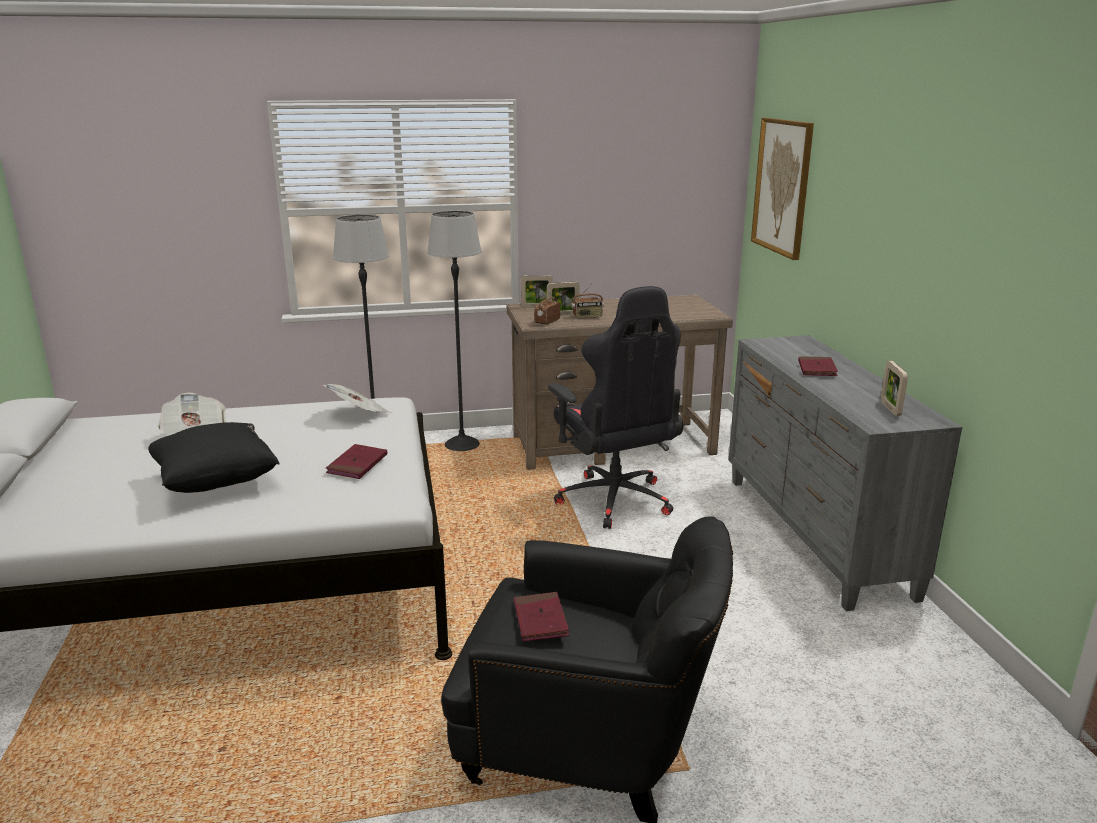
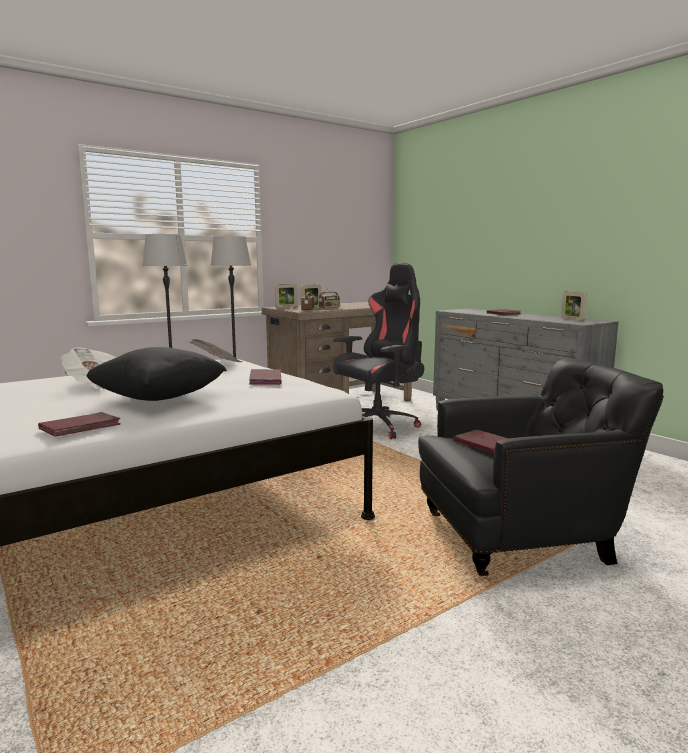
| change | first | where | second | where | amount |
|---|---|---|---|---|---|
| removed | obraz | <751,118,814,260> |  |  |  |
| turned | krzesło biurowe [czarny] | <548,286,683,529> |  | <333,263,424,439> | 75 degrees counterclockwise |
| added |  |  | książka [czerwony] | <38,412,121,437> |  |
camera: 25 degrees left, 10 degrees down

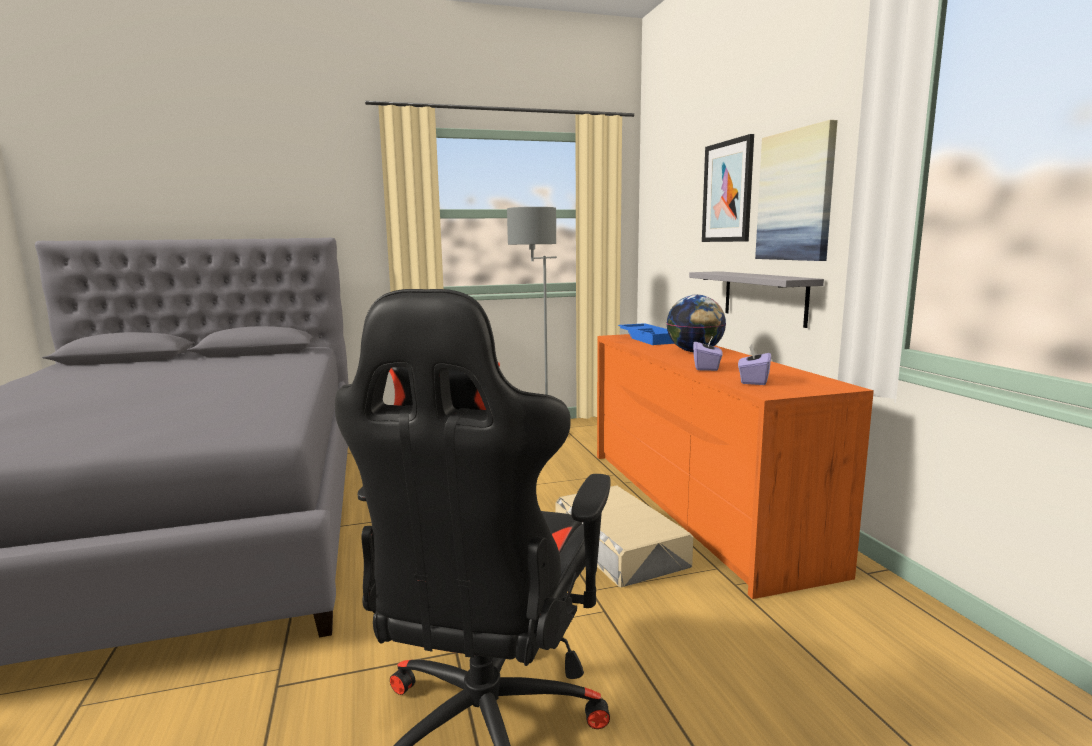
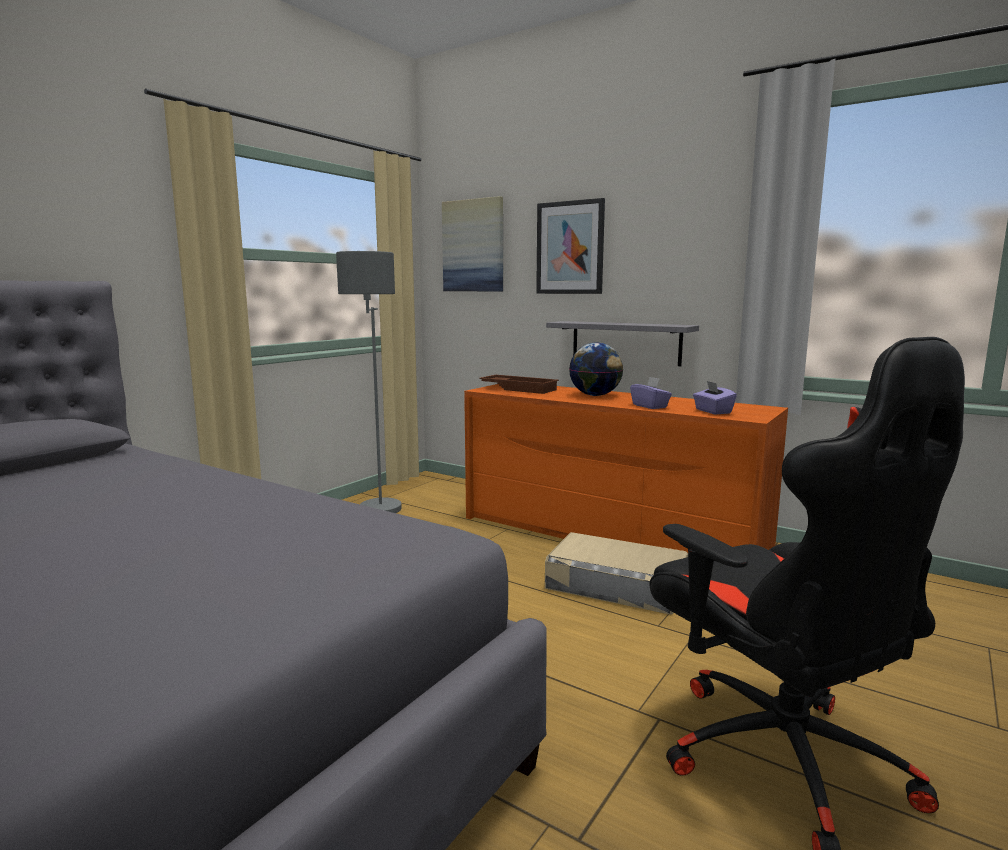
| change | first | where | second | where | amount |
|---|---|---|---|---|---|
| moved | obraz | <755,120,838,261> |  | <442,196,503,291> |  |
| recoloured | taca [niebieski] | <618,323,675,345> | taca [brązowy] | <479,375,559,394> |  |
camera: 40 degrees left, 0 degrees up

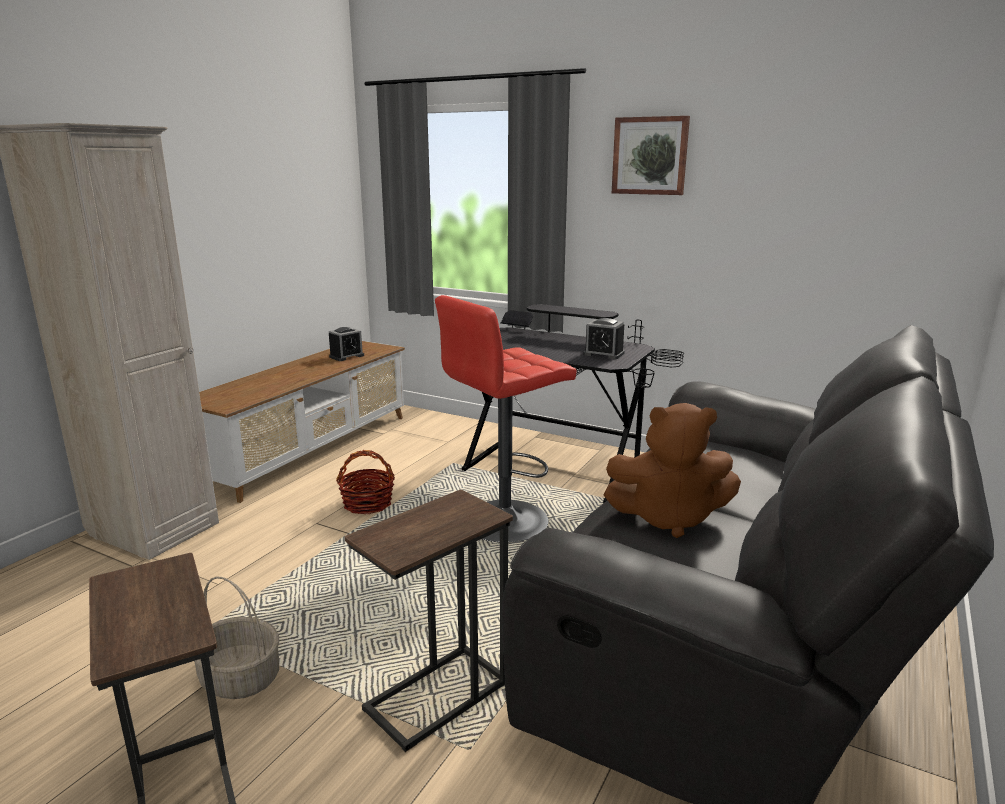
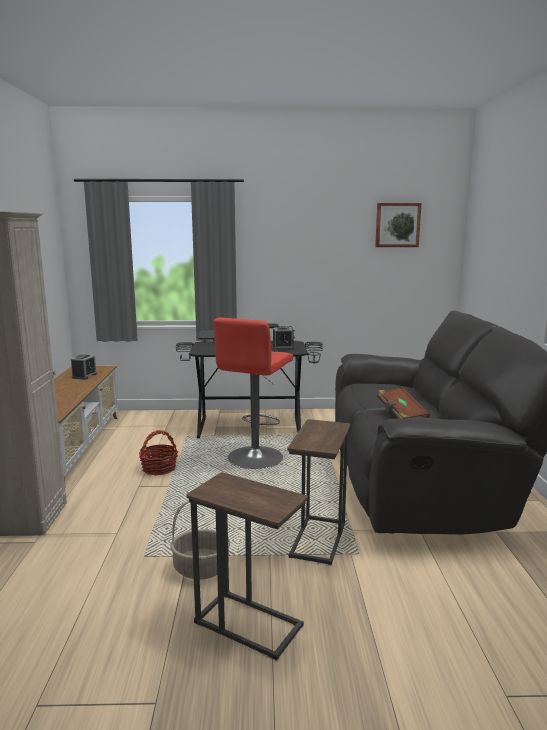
| change | first | where | second | where | amount |
|---|---|---|---|---|---|
| moved | obraz | <612,116,690,195> |  | <375,203,422,247> |  |
| replaced | pluszak [brązowy] | <604,403,741,538> | książka [brązowy] | <377,388,430,419> |  |
camera: 30 degrees left, 5 degrees down

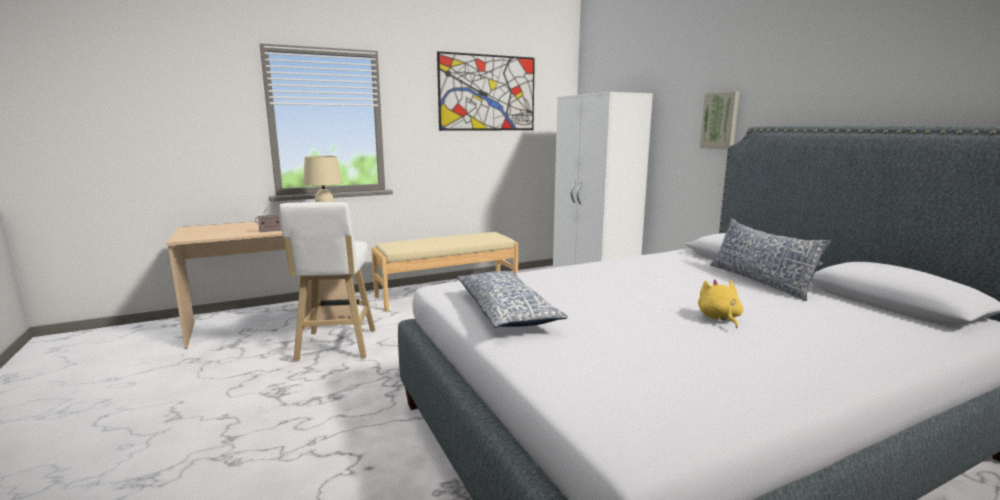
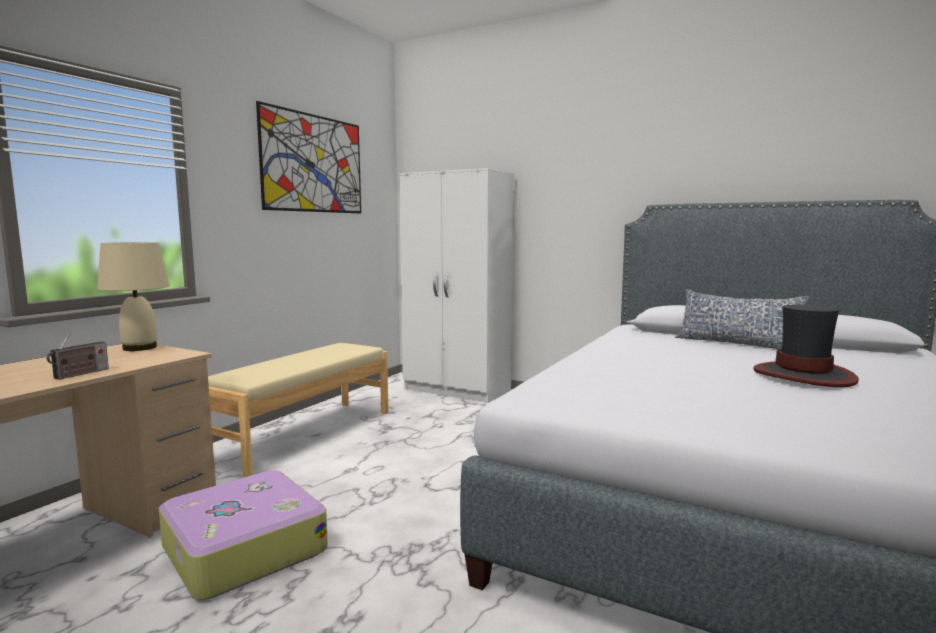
| change | first | where | second | where | amount |
|---|---|---|---|---|---|
| removed | obraz | <700,91,739,150> |  |  |  |
| replaced | stołek [biały] | <280,202,375,362> | walizka | <159,470,328,600> |  |
| removed | poduszka | <457,271,568,328> |  |  |  |
| replaced | pluszak [żółty] | <698,279,743,328> | kapelusz | <753,304,859,387> |  |
camera: 35 degrees left, 5 degrees down

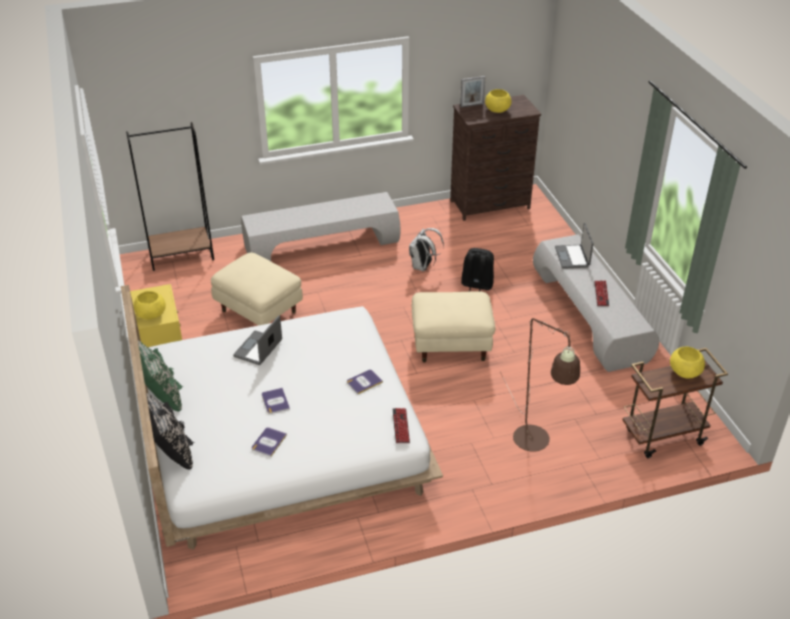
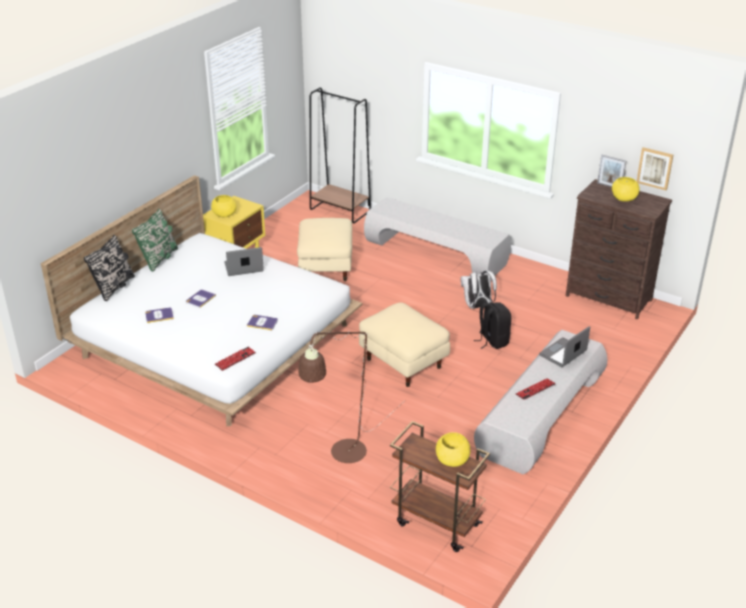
| change | first | where | second | where | amount |
|---|---|---|---|---|---|
| added |  |  | obraz | <637,147,673,190> |  |
camera: 50 degrees right, 5 degrees down

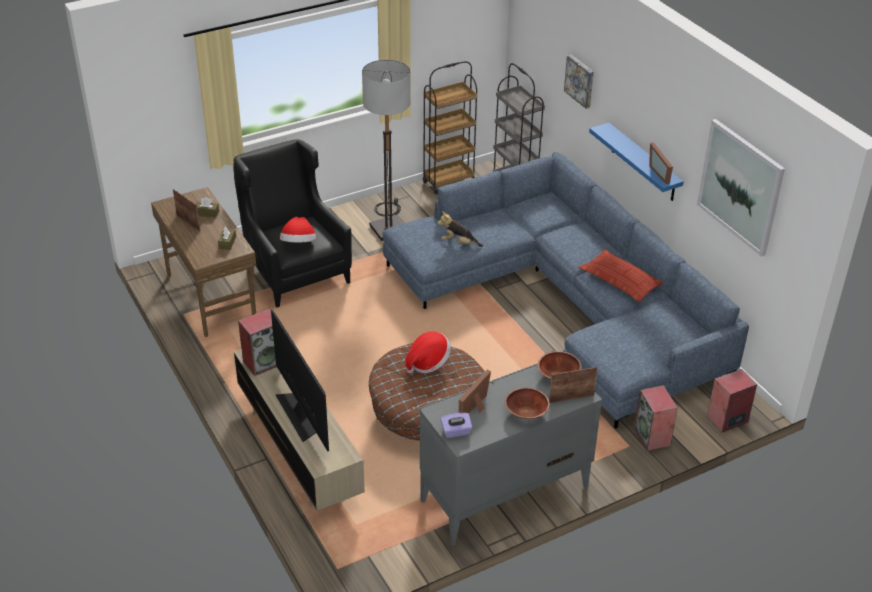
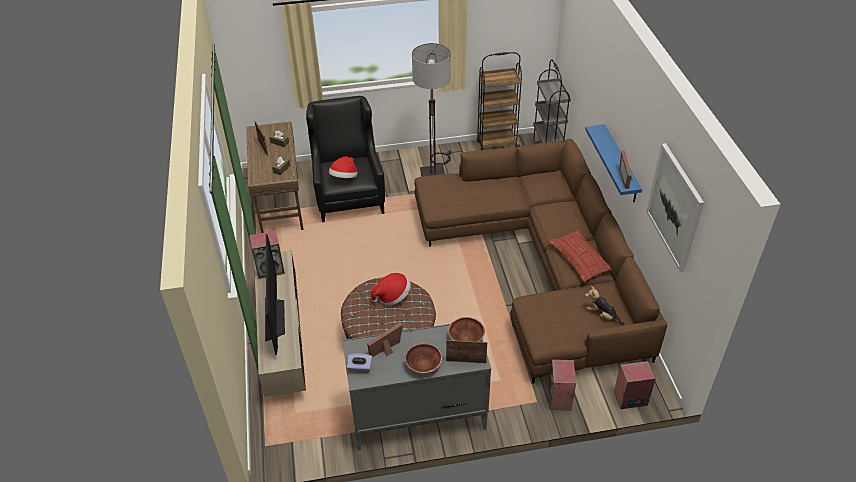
| change | first | where | second | where | amount |
|---|---|---|---|---|---|
| removed | obraz | <564,55,594,109> |  |  |  |
| recoloured | kanapa [niebieski] | <382,152,749,429> | kanapa [brązowy] | <414,138,667,384> |  |
| moved | pluszak | <437,211,483,247> |  | <585,286,624,325> |  |
camera: 20 degrees right, 5 degrees up

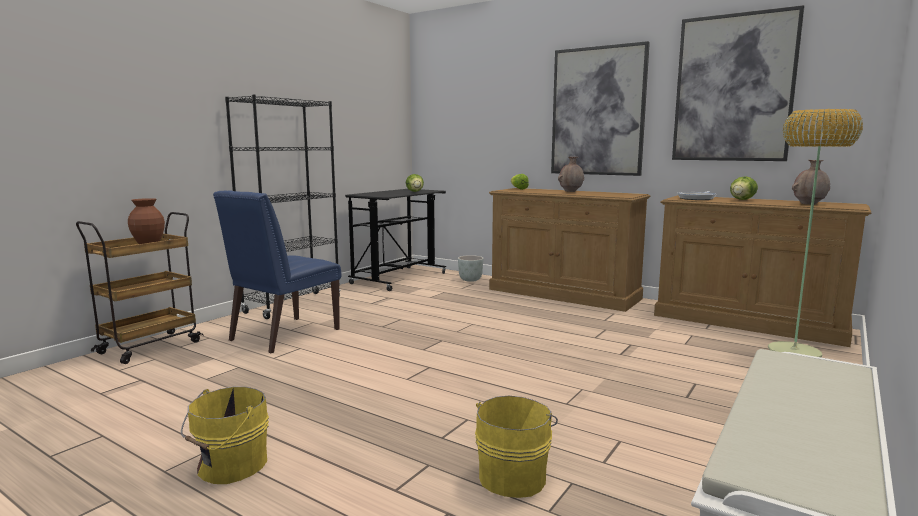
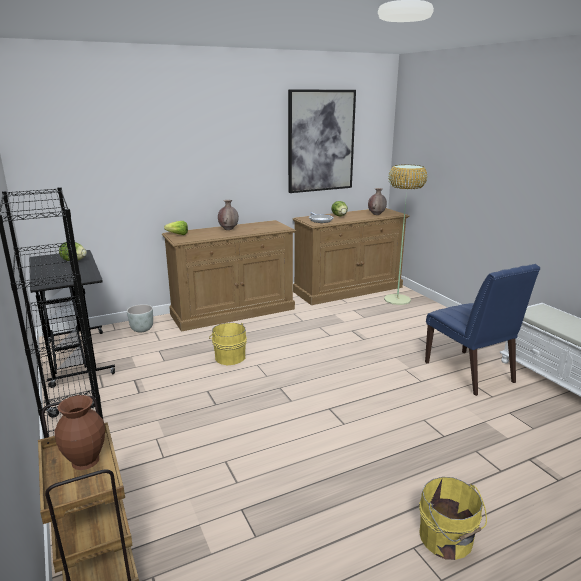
| change | first | where | second | where | amount |
|---|---|---|---|---|---|
| removed | obraz | <551,41,650,176> |  |  |  |
| moved | krzesło [niebieski] | <213,191,342,353> |  | <425,264,540,396> |  |
| moved | wiadro [żółty] | <475,396,558,498> |  | <209,323,247,365> |  |
camera: 60 degrees left, 10 degrees up

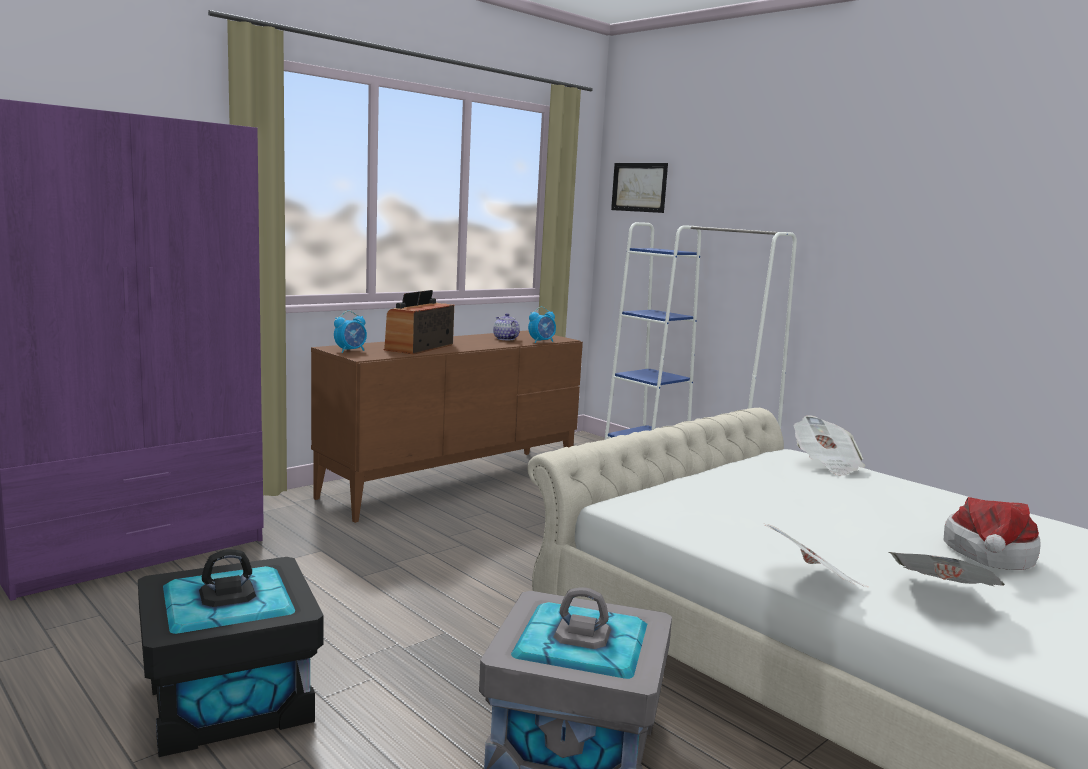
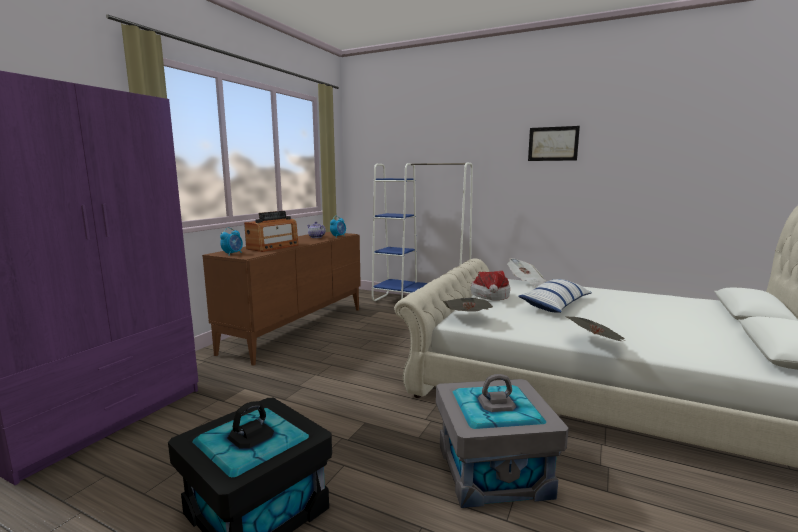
| change | first | where | second | where | amount |
|---|---|---|---|---|---|
| moved | obraz | <611,163,668,213> |  | <528,126,580,161> |  |
| turned | radio | <384,290,454,355> |  | <244,211,298,252> | 150 degrees counterclockwise |
| moved | kapelusz | <944,497,1041,570> |  | <471,271,510,300> |  |
| moved | gazeta | <889,552,1005,586> |  | <443,298,493,312> |  |
| added |  |  | poduszka | <518,279,592,313> |  |
camera: 20 degrees left, 0 degrees up

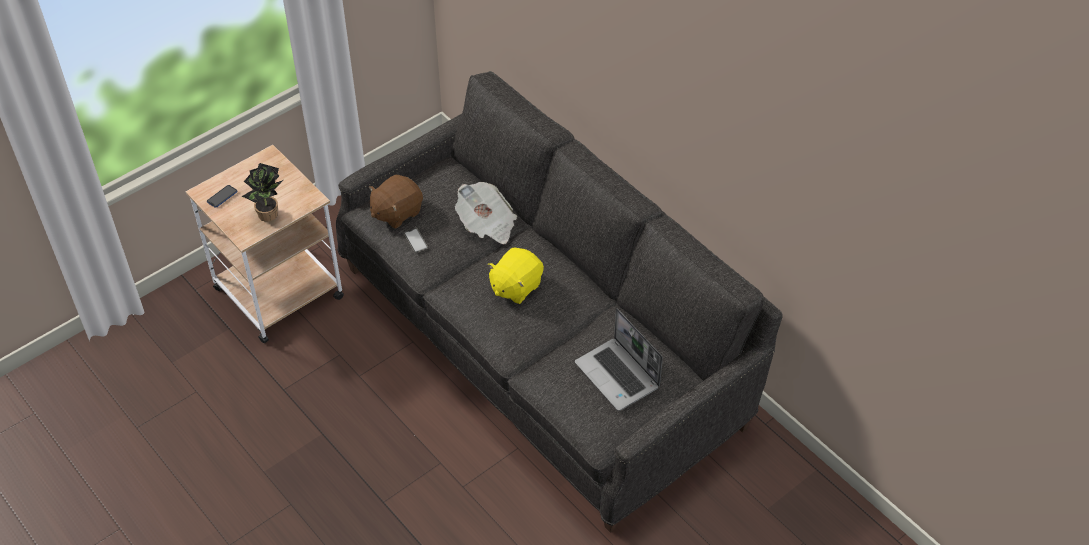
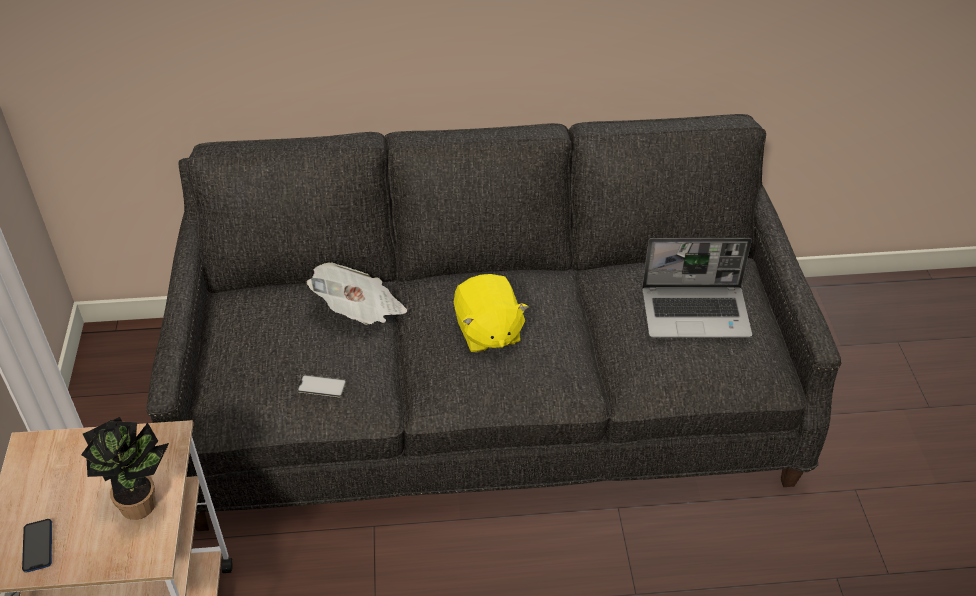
| change | first | where | second | where | amount |
|---|---|---|---|---|---|
| removed | pluszak [brązowy] | <369,174,423,229> |  |  |  |
camera: 55 degrees left, 5 degrees down

